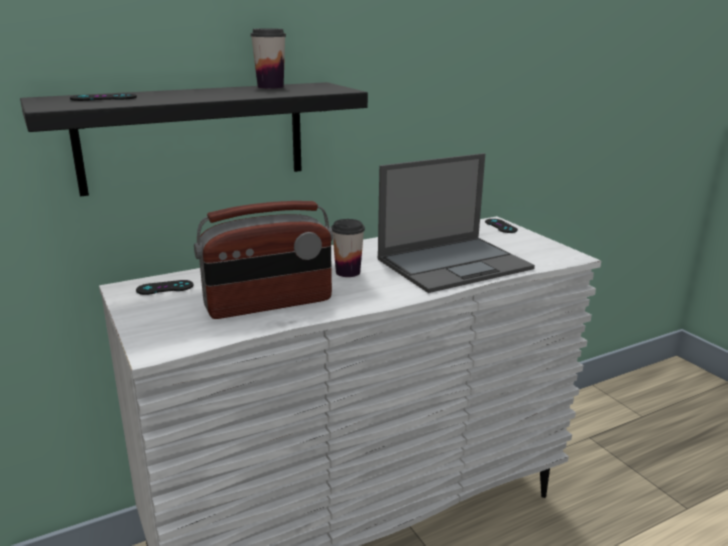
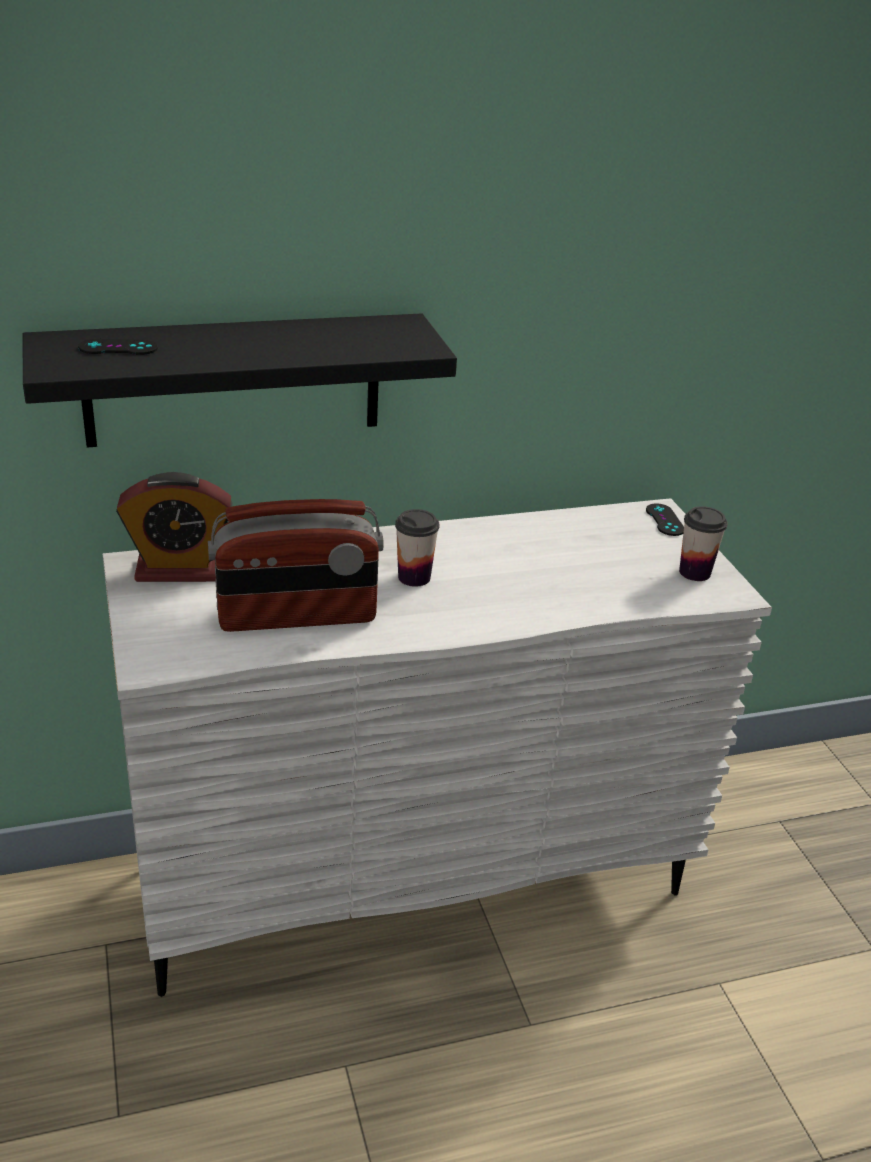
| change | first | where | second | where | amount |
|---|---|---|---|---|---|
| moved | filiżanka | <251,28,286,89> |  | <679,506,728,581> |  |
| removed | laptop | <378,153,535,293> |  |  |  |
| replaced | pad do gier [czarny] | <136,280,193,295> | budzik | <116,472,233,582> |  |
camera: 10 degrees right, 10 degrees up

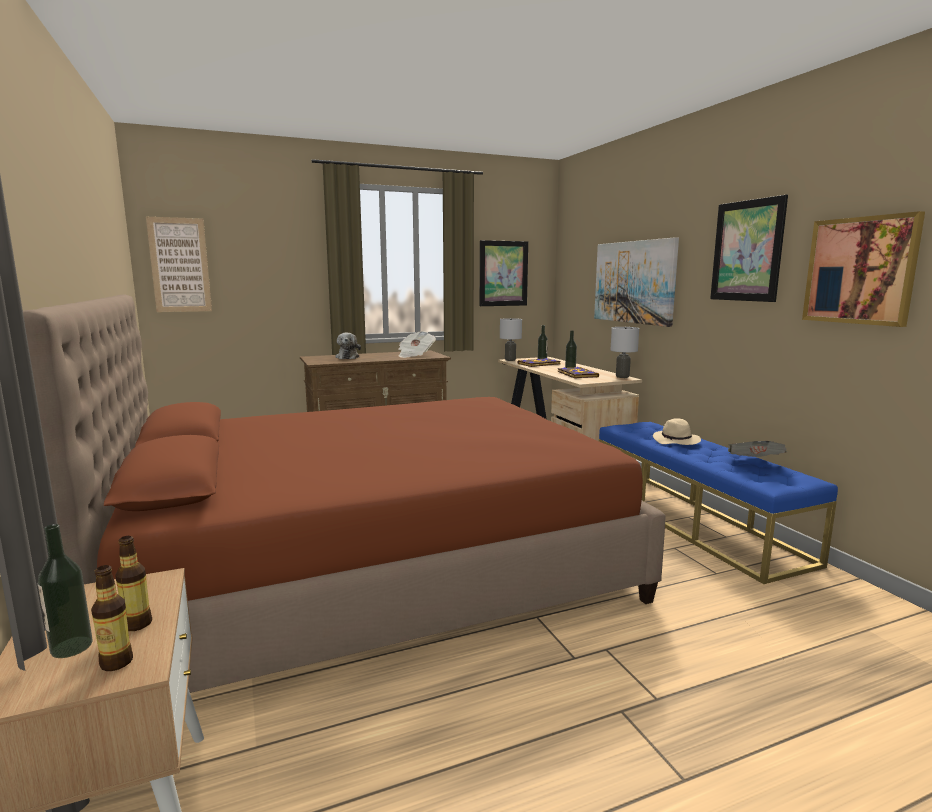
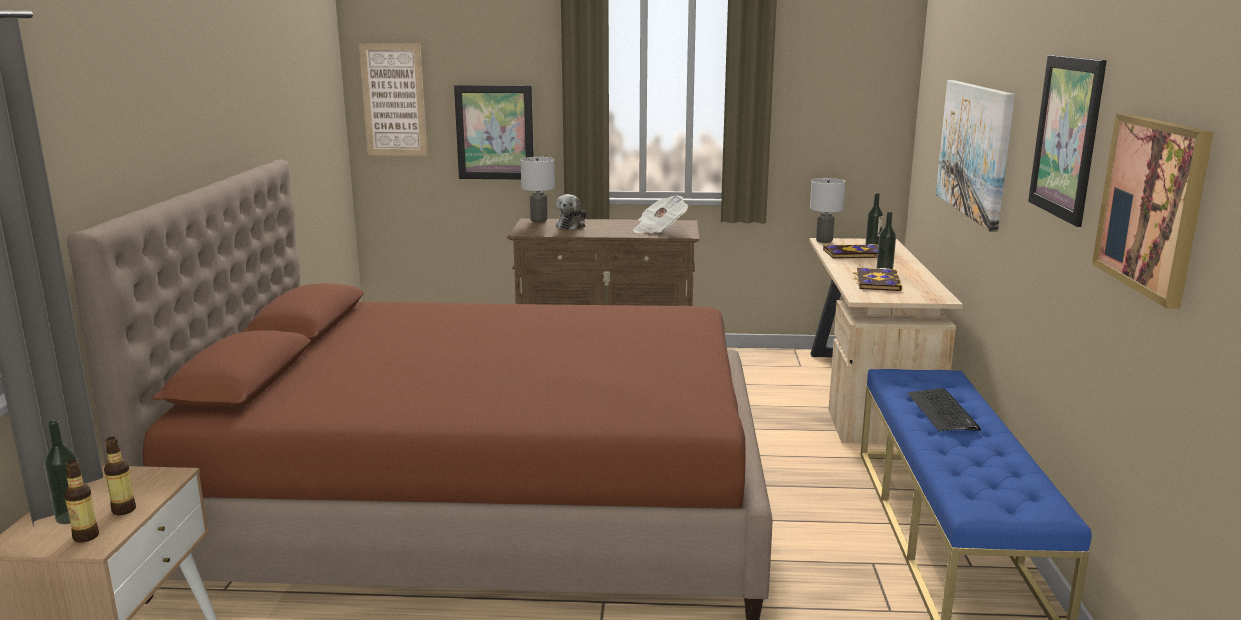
| change | first | where | second | where | amount |
|---|---|---|---|---|---|
| moved | obraz | <480,240,528,306> |  | <454,85,534,179> |  |
| moved | lampa stołowa [biały] | <610,327,639,378> |  | <520,157,555,223> |  |
| replaced | kapelusz [beżowy] | <653,419,701,445> | klawiatura | <908,388,981,431> |  |
| removed | gazeta | <728,441,787,457> |  |  |  |
camera: 25 degrees right, 5 degrees up

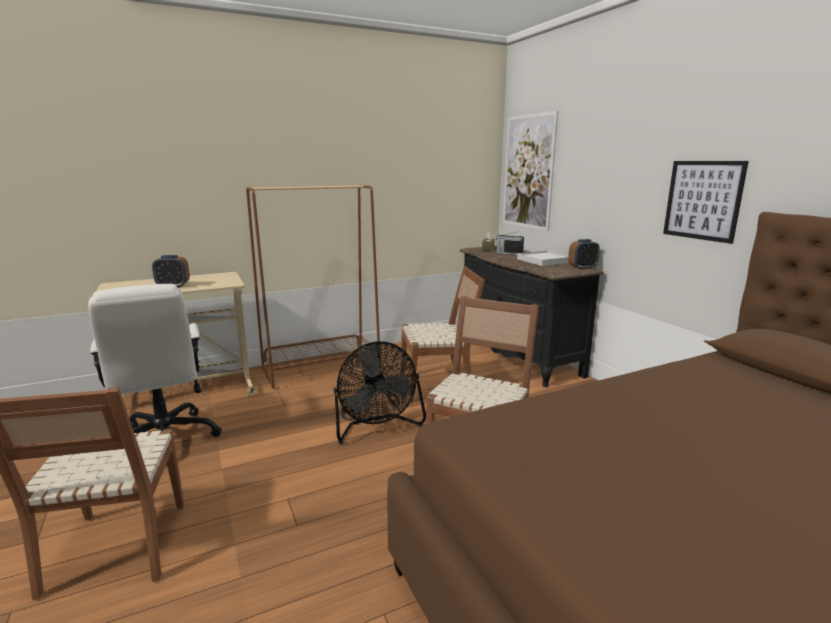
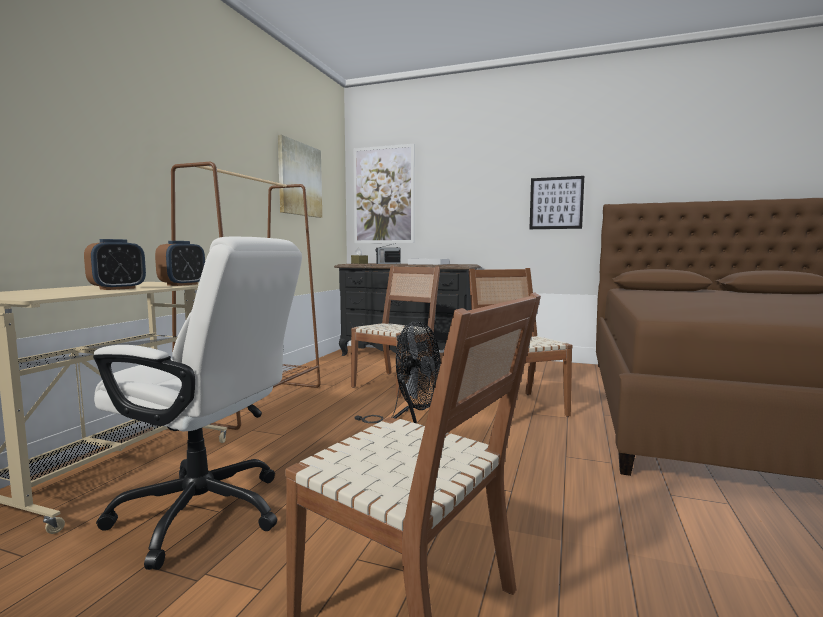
| change | first | where | second | where | amount |
|---|---|---|---|---|---|
| moved | budzik | <568,239,600,270> |  | <155,241,205,286> |  |
| added |  |  | obraz | <278,135,322,218> |  |
camera: 45 degrees left, 10 degrees down

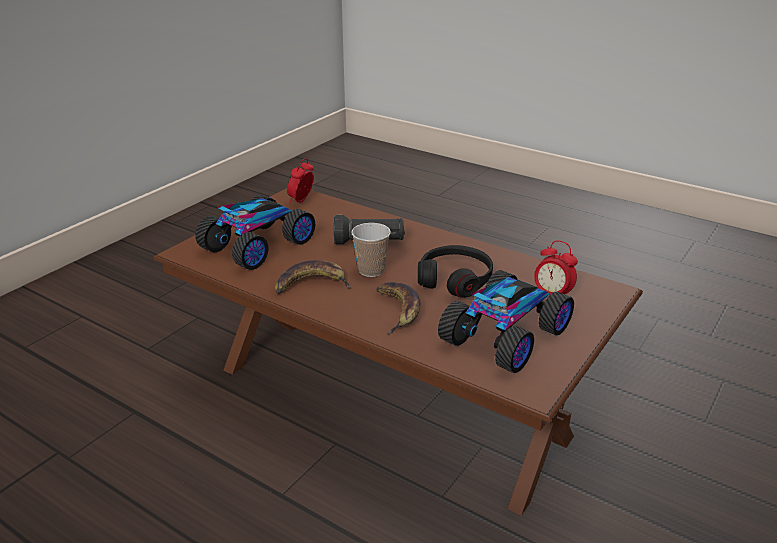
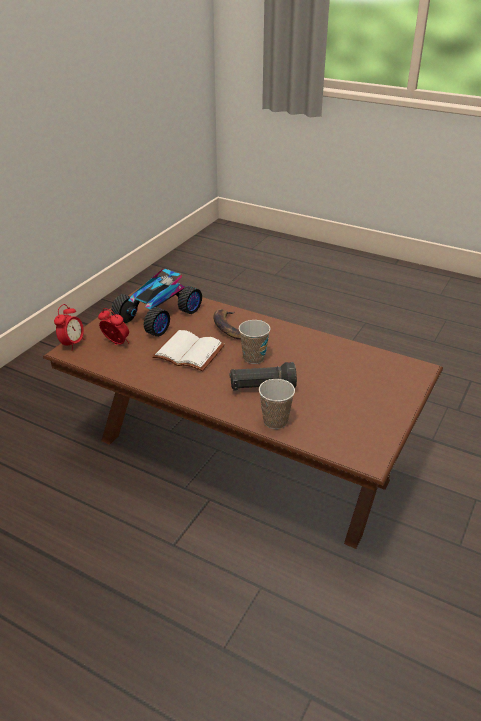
| change | first | where | second | where | amount |
|---|---|---|---|---|---|
| moved | budzik | <287,158,314,204> |  | <54,304,84,351> |  |
| removed | samochodzik | <195,195,315,270> |  |  |  |
| replaced | słuchawki [czarny] | <418,245,493,298> | książka [biały] | <152,330,225,371> |  |
| removed | banan | <275,260,351,294> |  |  |  |
| added |  |  | filiżanka | <259,379,295,429> |  |
camera: 175 degrees right, 5 degrees up

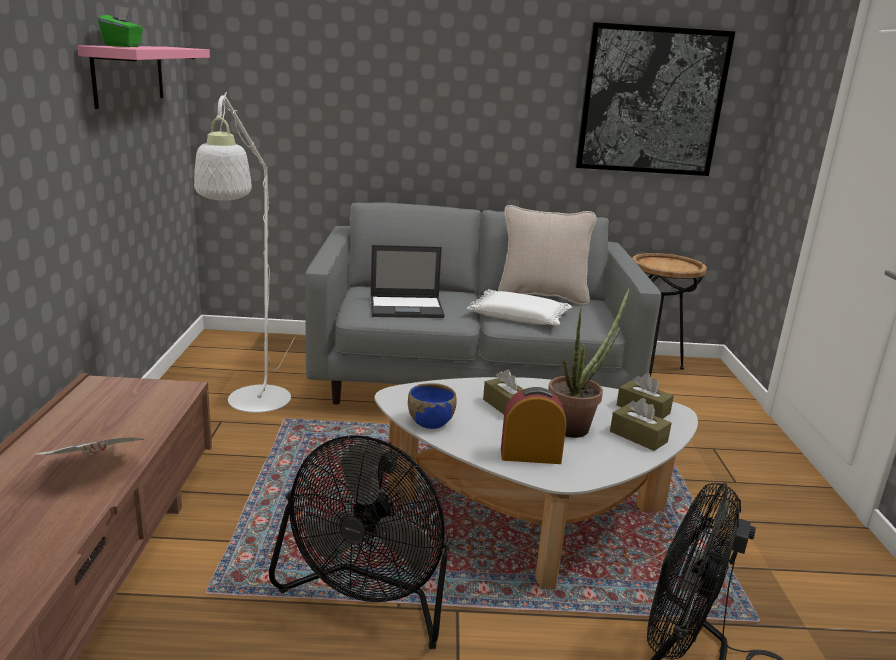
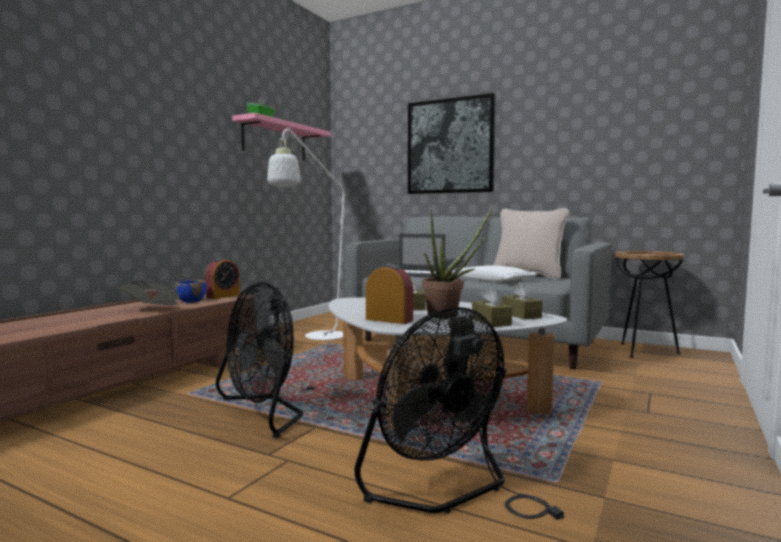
| change | first | where | second | where | amount |
|---|---|---|---|---|---|
| moved | obraz | <575,22,735,176> |  | <408,93,496,194> |  |
| moved | miska [niebieski] | <408,383,457,429> |  | <176,280,207,302> |  |
| added |  |  | budzik | <206,258,240,299> |  |
camera: 30 degrees right, 15 degrees down

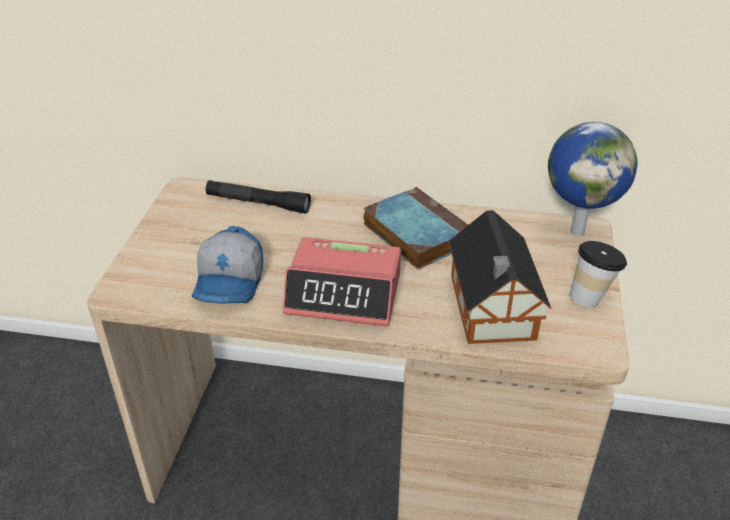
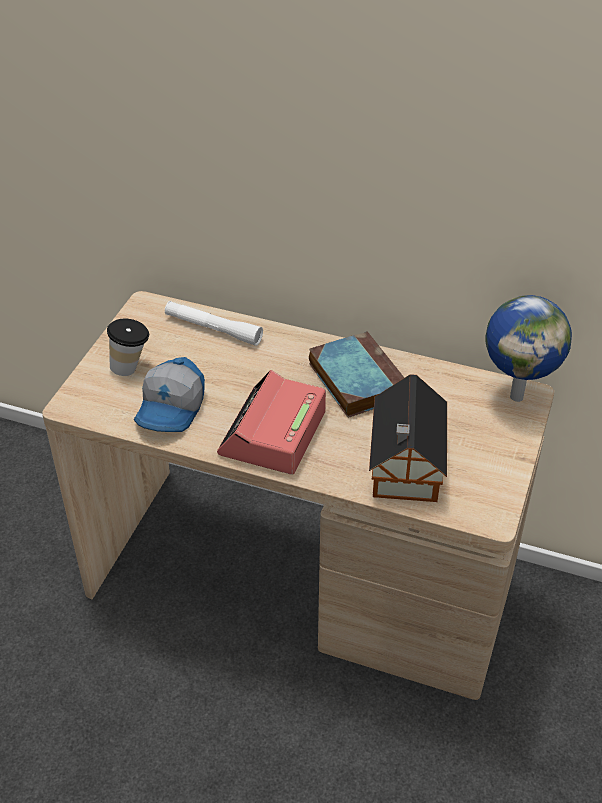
| change | first | where | second | where | amount |
|---|---|---|---|---|---|
| recoloured | latarka [czarny] | <206,180,311,214> | latarka [biały] | <165,301,263,346> |  |
| turned | budzik | <283,237,401,326> |  | <217,370,326,475> | 90 degrees clockwise |
| moved | filiżanka | <569,241,627,308> |  | <107,318,149,376> |  |
camera: 10 degrees right, 5 degrees up

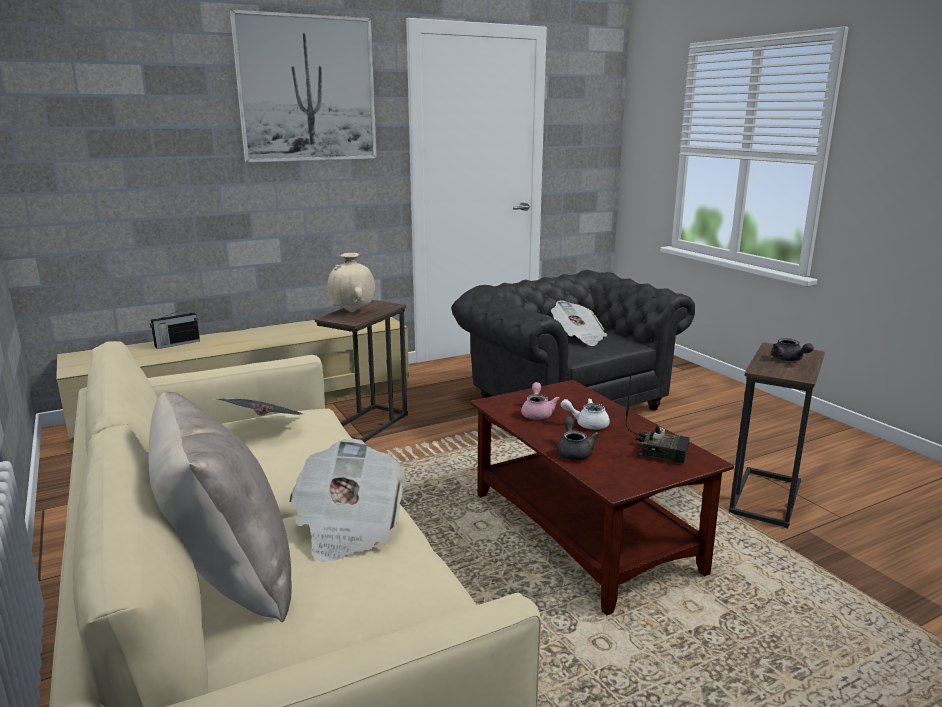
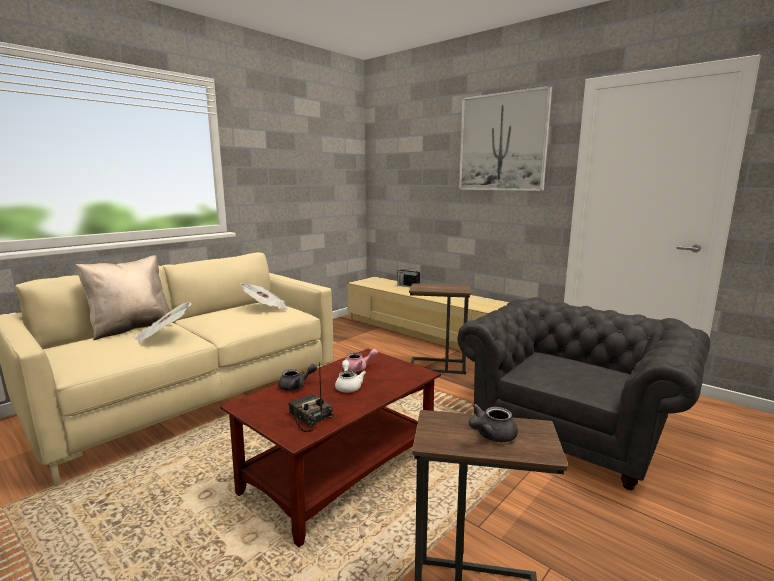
| change | first | where | second | where | amount |
|---|---|---|---|---|---|
| removed | wazon [beżowy] | <327,253,375,312> |  |  |  |
| removed | gazeta | <551,300,607,346> |  |  |  |
| turned | radio | <626,366,689,464> |  | <289,362,334,432> | 135 degrees clockwise |
camera: 70 degrees right, 5 degrees down

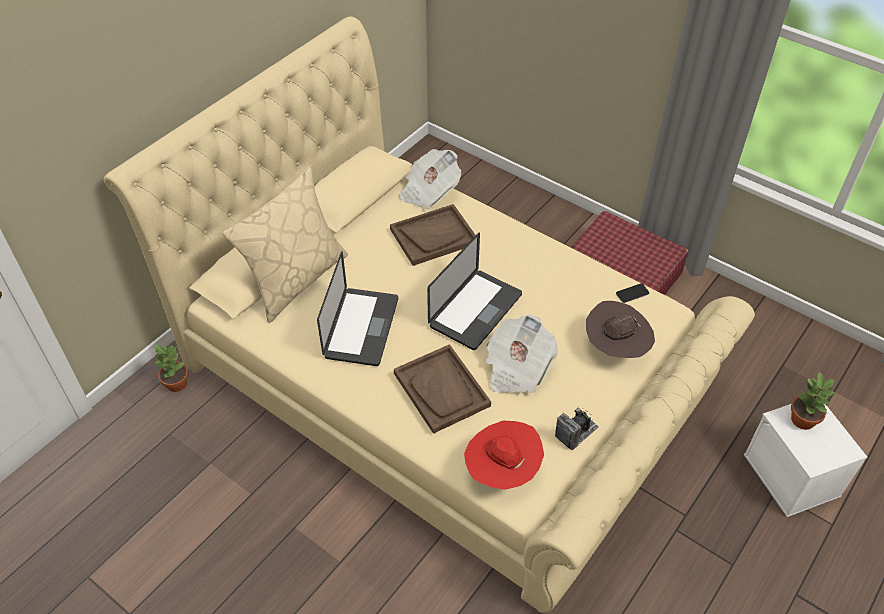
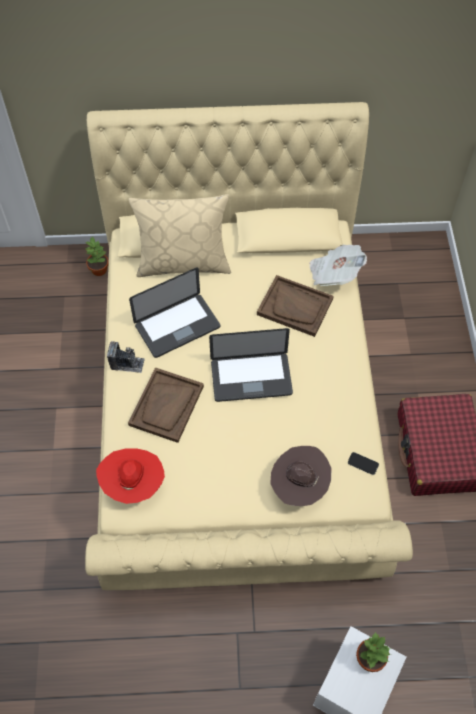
| change | first | where | second | where | amount |
|---|---|---|---|---|---|
| removed | gazeta | <486,315,558,393> |  |  |  |
| moved | aparat fotograficzny | <555,407,599,450> |  | <107,341,145,373> |  |
camera: 50 degrees right, 10 degrees up

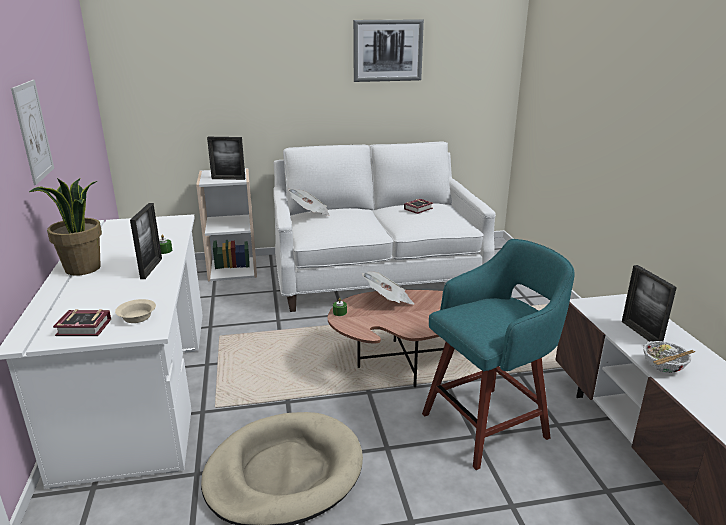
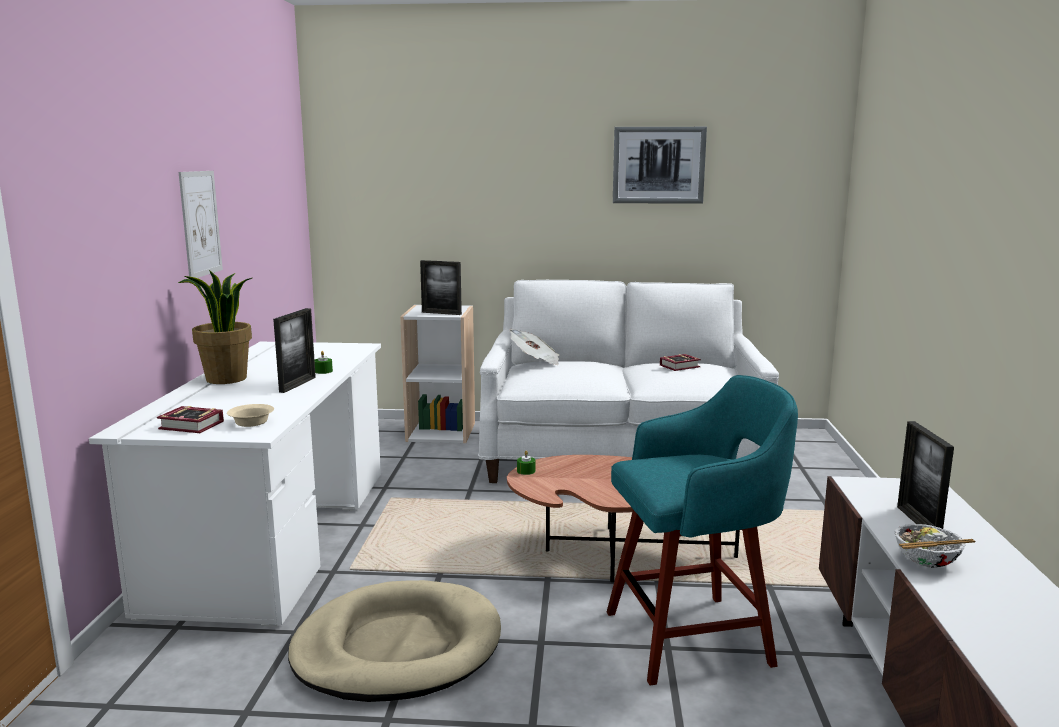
| change | first | where | second | where | amount |
|---|---|---|---|---|---|
| removed | gazeta | <362,271,414,305> |  |  |  |
camera: 15 degrees right, 10 degrees down

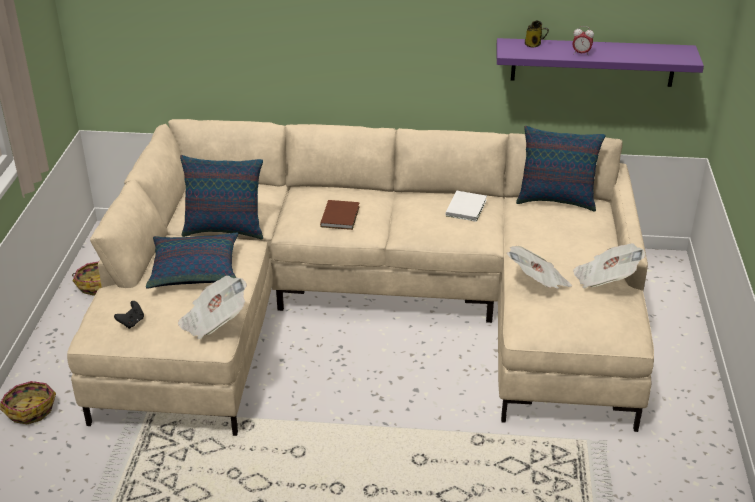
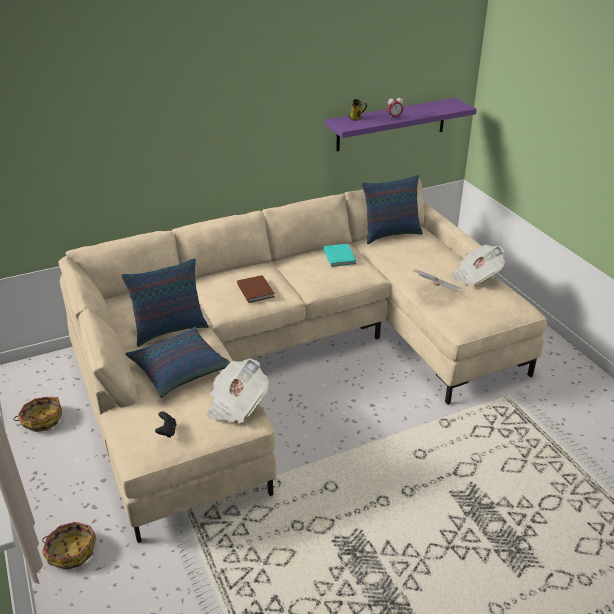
| change | first | where | second | where | amount |
|---|---|---|---|---|---|
| recoloured | książka [biały] | <446,191,487,222> | książka [turkusowy] | <324,244,356,267> |  |
camera: 30 degrees left, 0 degrees up

